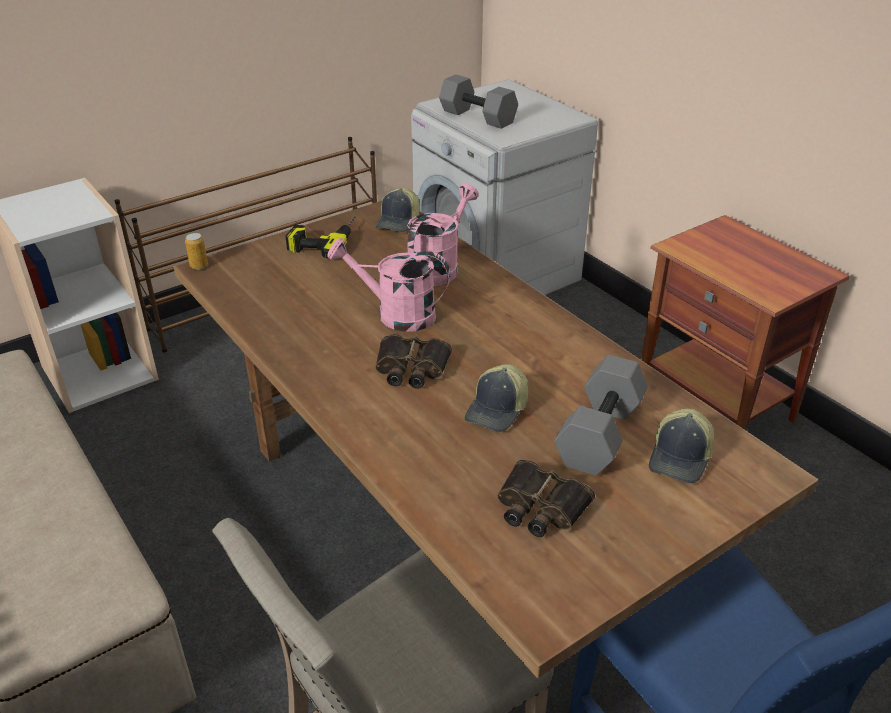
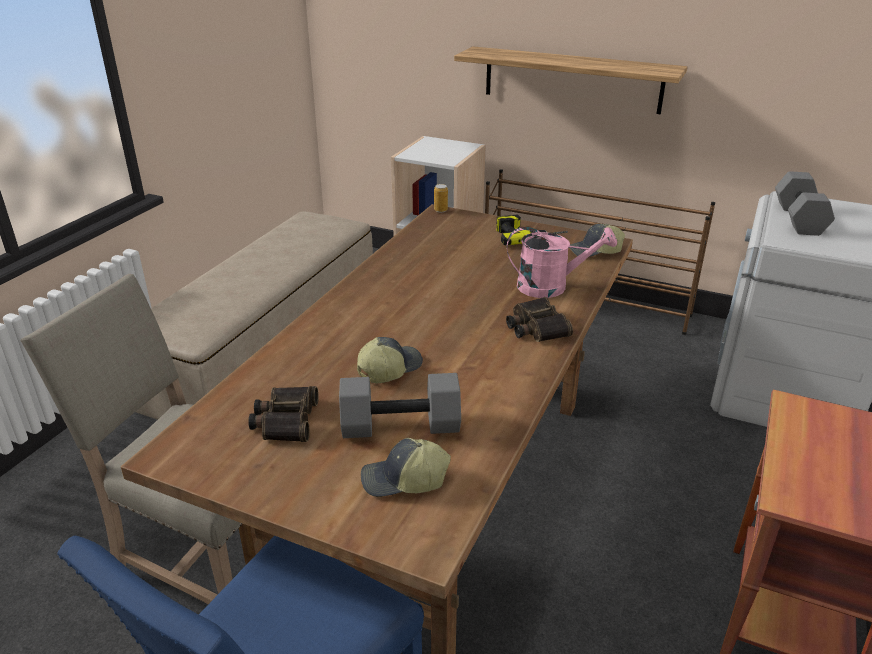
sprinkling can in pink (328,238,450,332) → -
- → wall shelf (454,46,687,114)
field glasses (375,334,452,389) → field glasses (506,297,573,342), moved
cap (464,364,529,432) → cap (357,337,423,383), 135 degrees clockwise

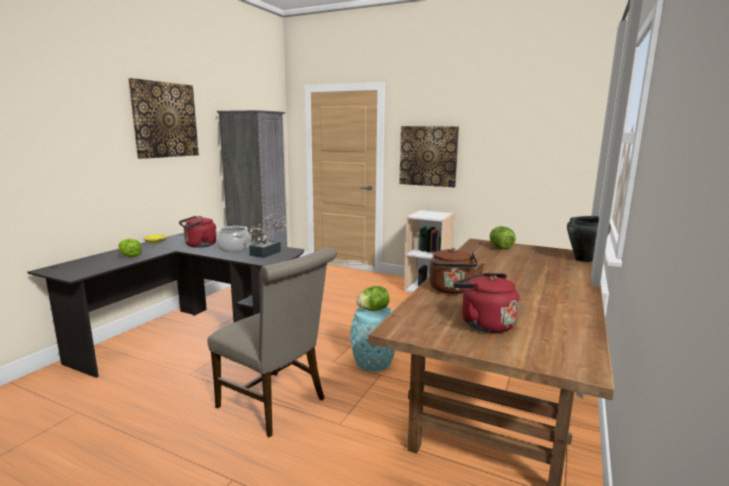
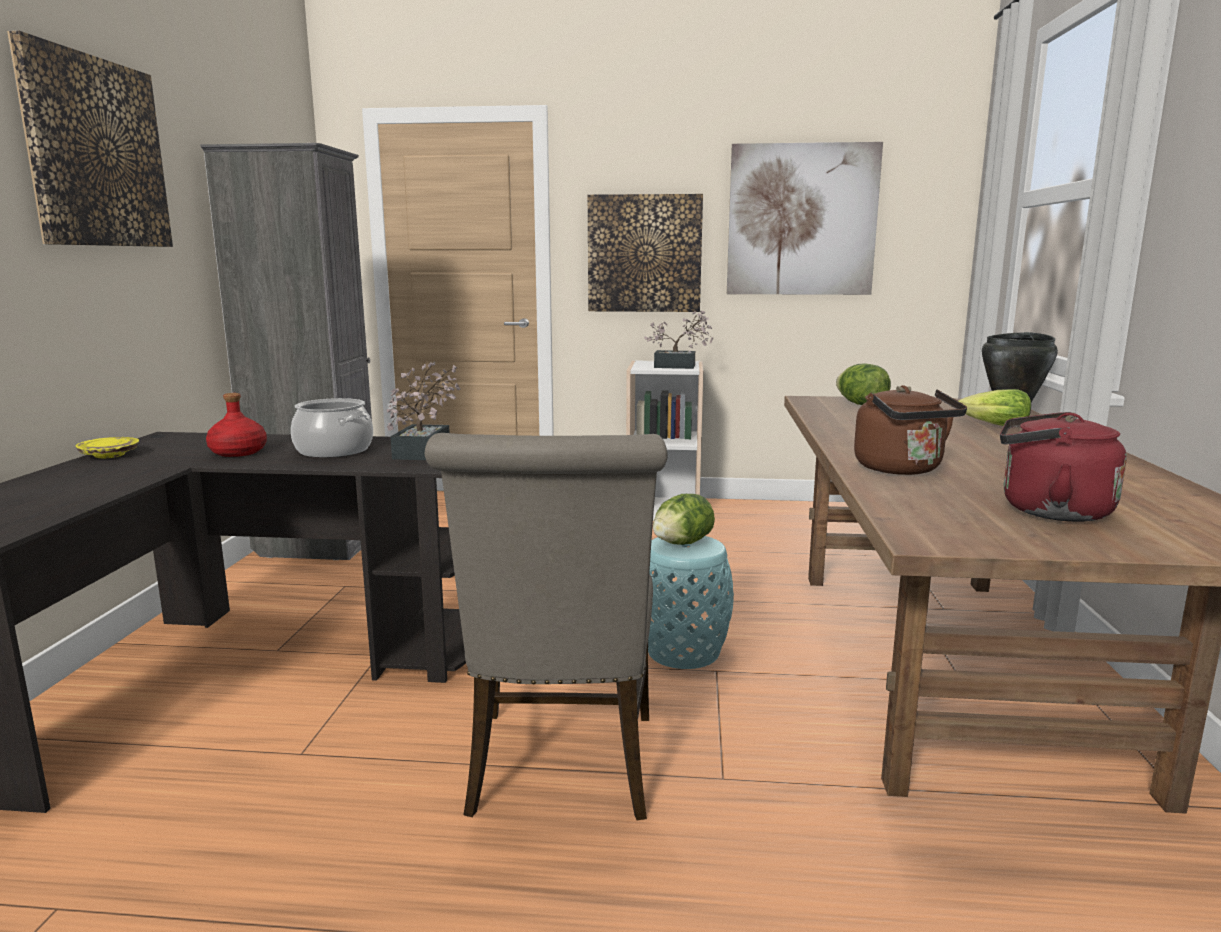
- → potted plant (644,310,713,369)
- → wall picture (727,142,883,295)
lettuce (118,238,142,257) → lettuce (959,389,1031,426), moved
tea kettle in reddish (179,216,217,248) → drink bottle in reddish (206,393,267,457)
upright chair in sand-coloured (208,247,337,438) → upright chair in sand-coloured (425,433,668,820), 75 degrees clockwise

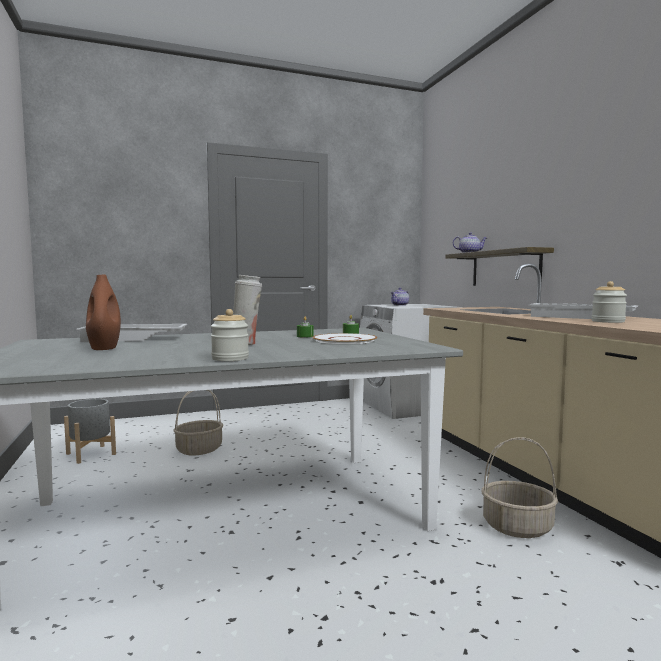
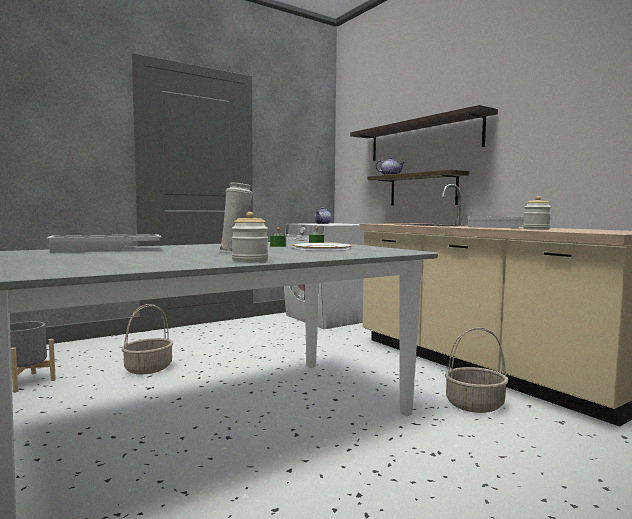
flower vase in brown-coloured (86,274,121,350) → -
- → wall shelf (350,105,498,161)

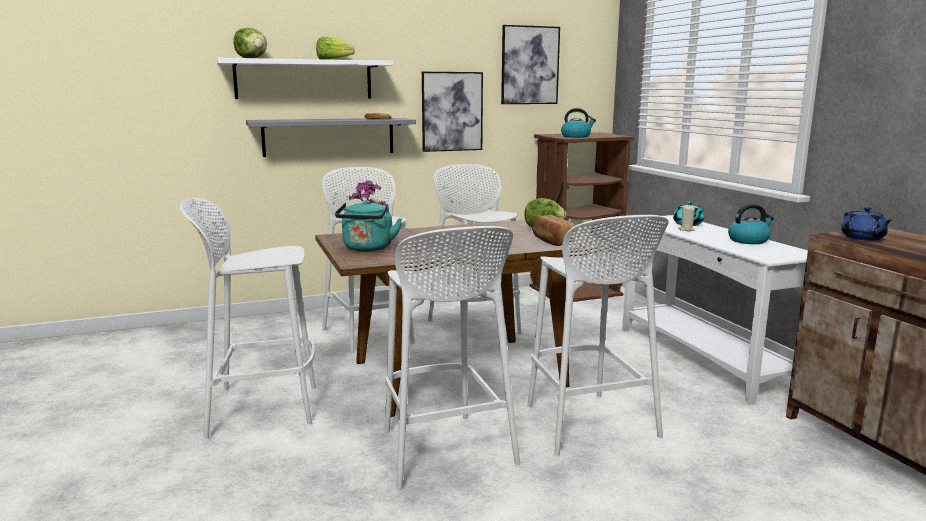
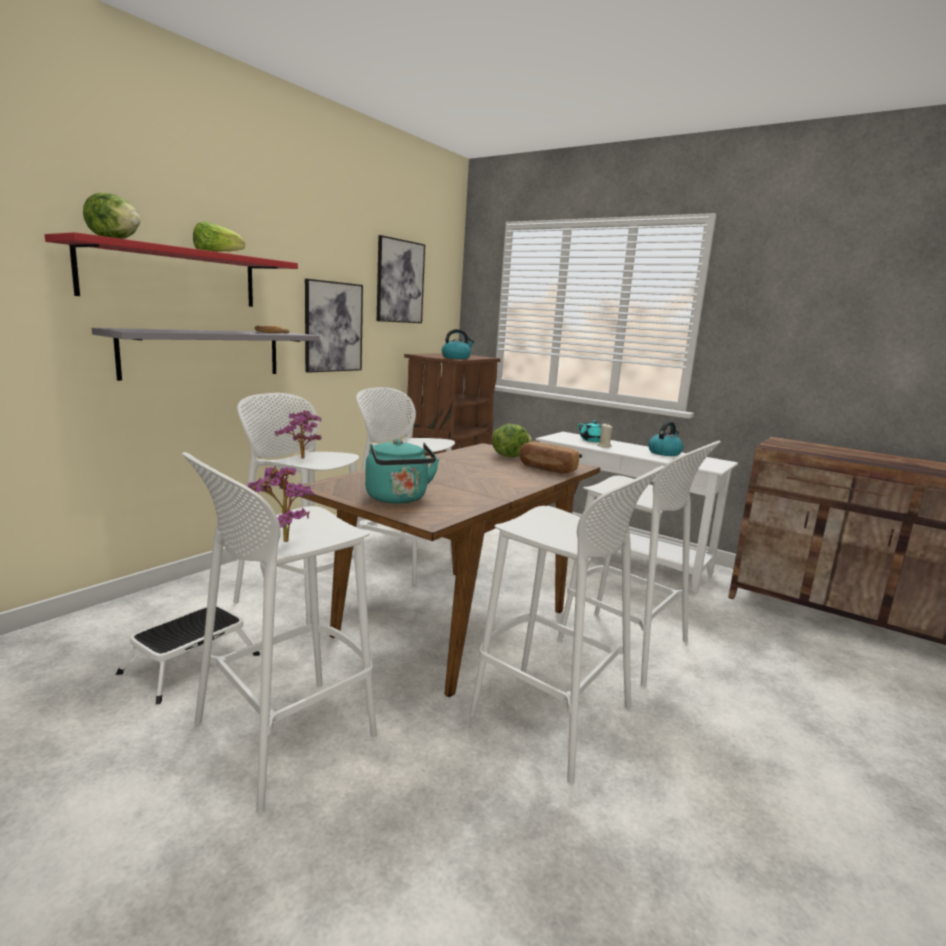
pot for tea in blue (841,207,893,241) → -
- → step stool in black-coloured (116,605,260,704)
- → potted plant (248,466,314,542)
wall shelf in whitish (217,58,393,99) → wall shelf in reddish (45,232,298,307)

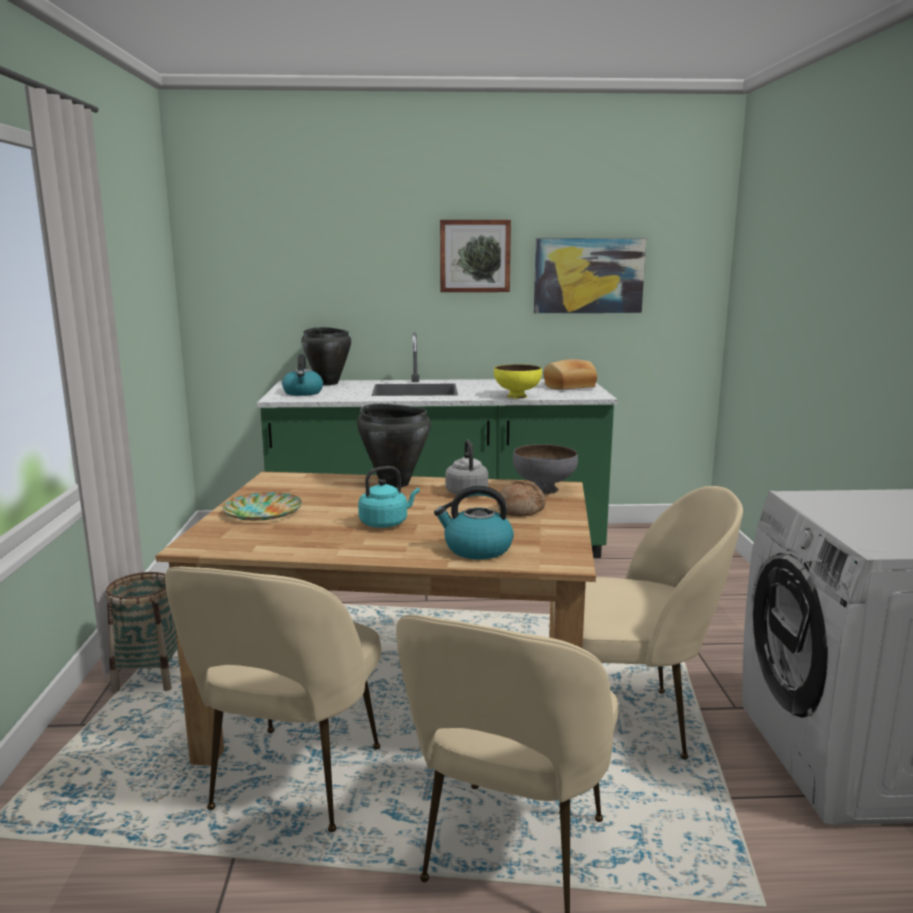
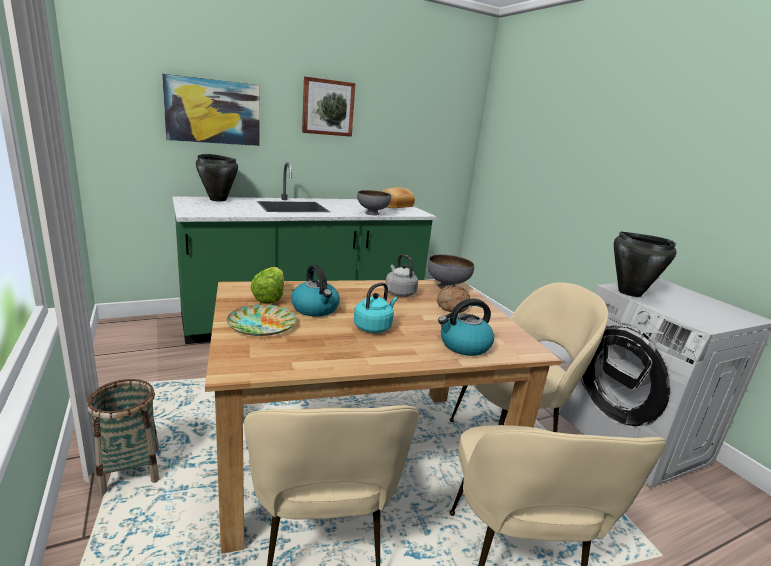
- → lettuce (251,267,284,304)
tea kettle (282,354,323,396) → tea kettle (291,265,340,317), moved
stockpot in black-coloured (357,404,431,488) → stockpot in black-coloured (614,232,677,297), moved
wall picture (534,238,646,313) → wall picture (162,74,260,146), moved
serving bowl in yellow-coloured (494,364,542,399) → serving bowl in greyish (357,190,391,215)

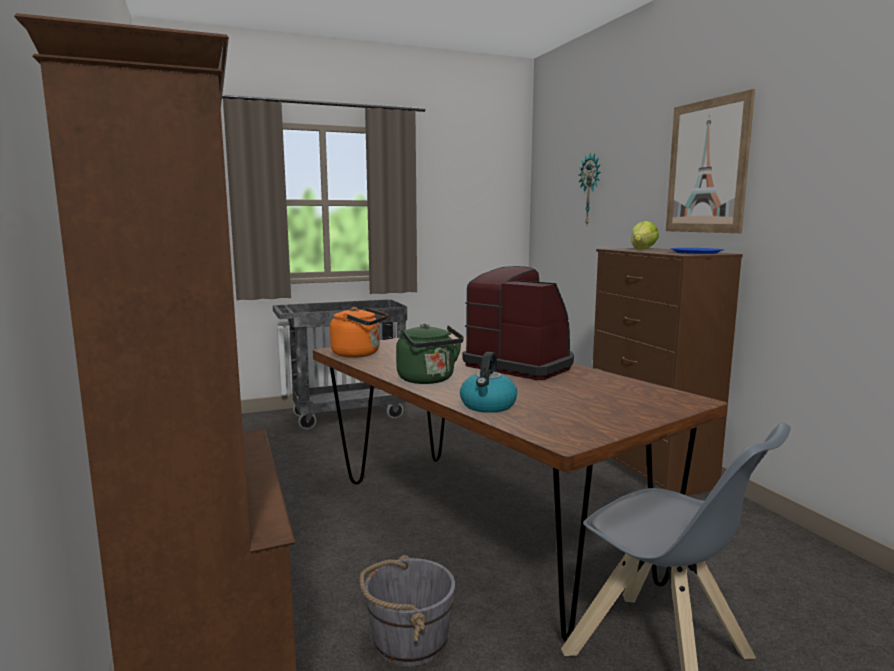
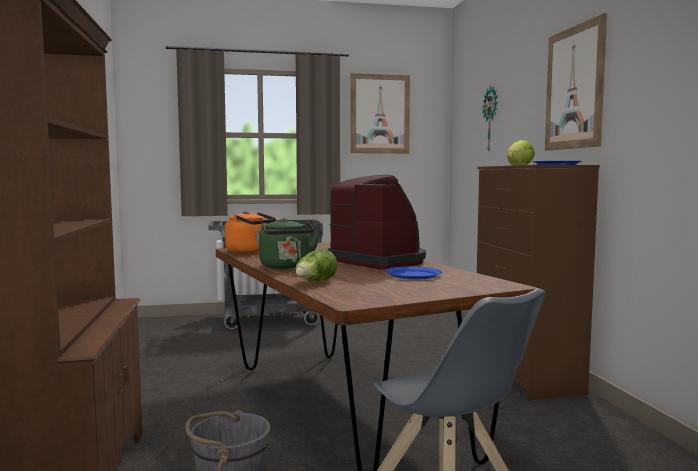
- → wall picture (351,73,410,154)
- → plate in blue (385,266,442,279)
tea kettle (460,352,517,413) → lettuce (295,249,337,281)

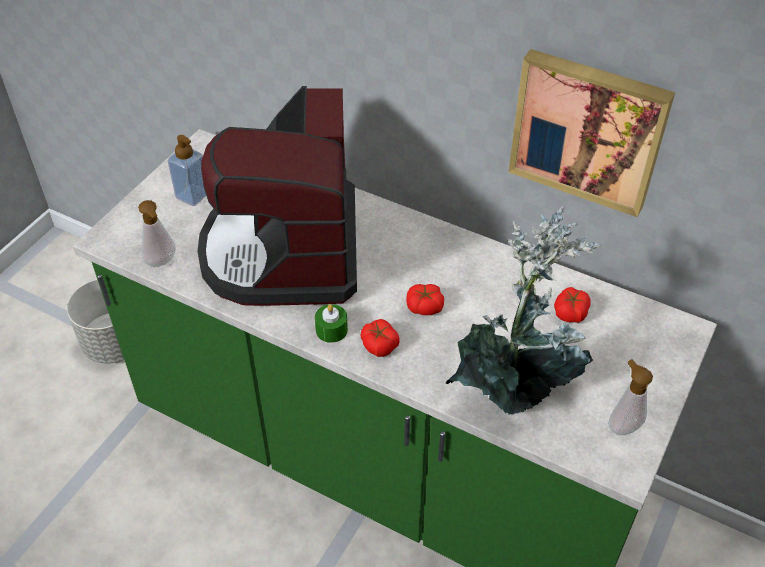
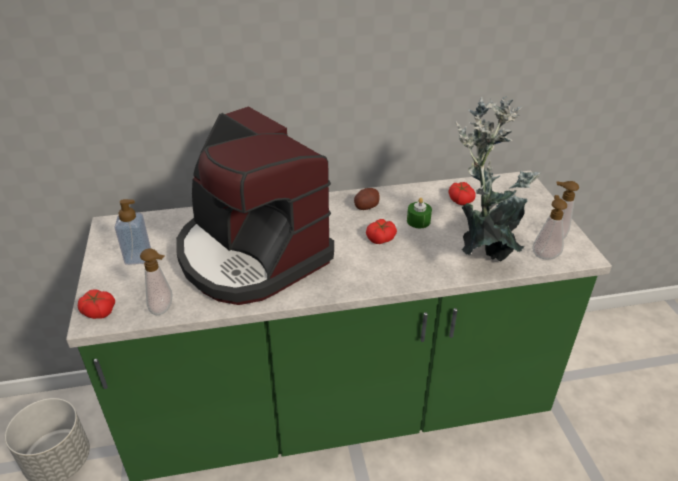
wall picture (508,49,675,217) → -
- → whole potato (354,188,380,210)
- → liquid soap bottle (532,195,567,260)
candle in green-coloured (315,304,348,343) → candle in green-coloured (407,198,432,228), moved
whole tomato (361,319,400,357) → whole tomato (78,289,115,319), moved

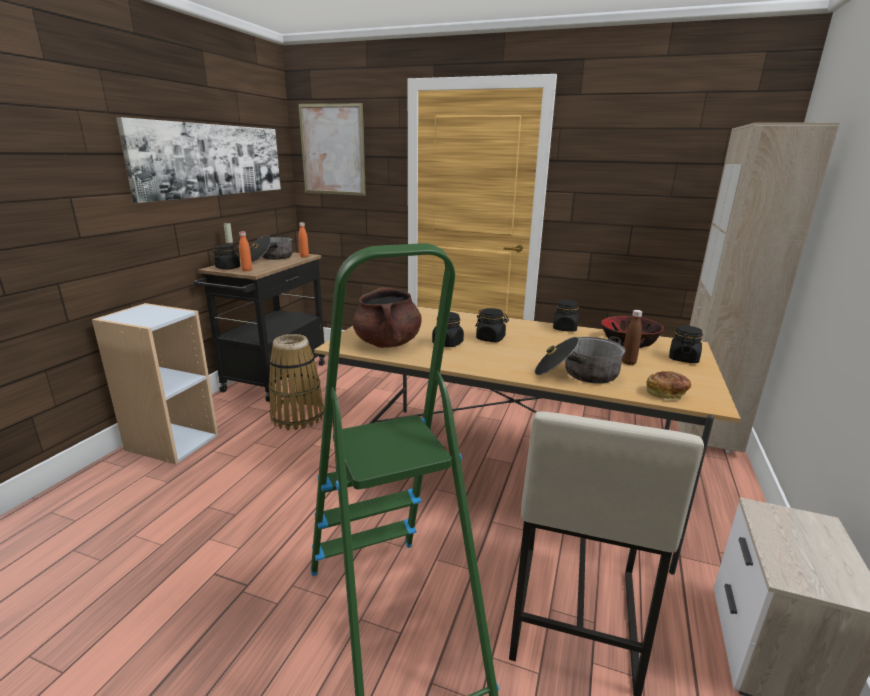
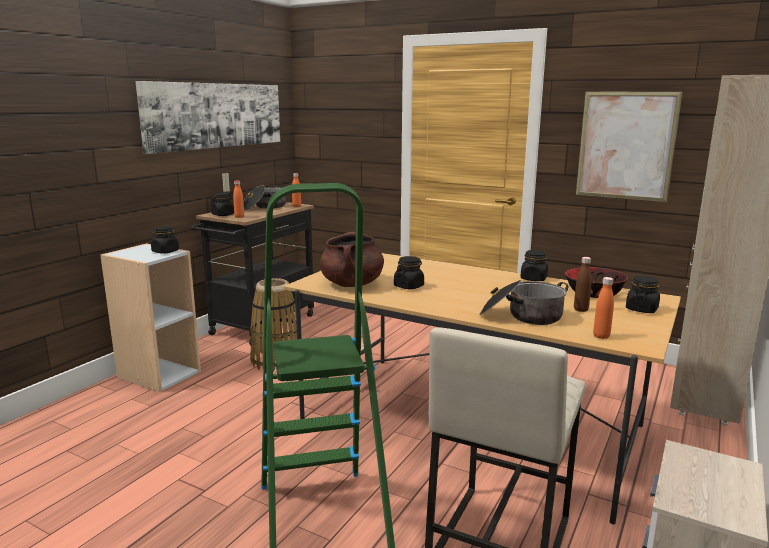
wall picture (298,103,366,196) → wall picture (576,91,683,202), moved
jar in black-coloured (475,308,509,342) → jar in black-coloured (151,226,179,253), moved
bread (646,371,691,400) → drink bottle in orangey (593,277,614,339)

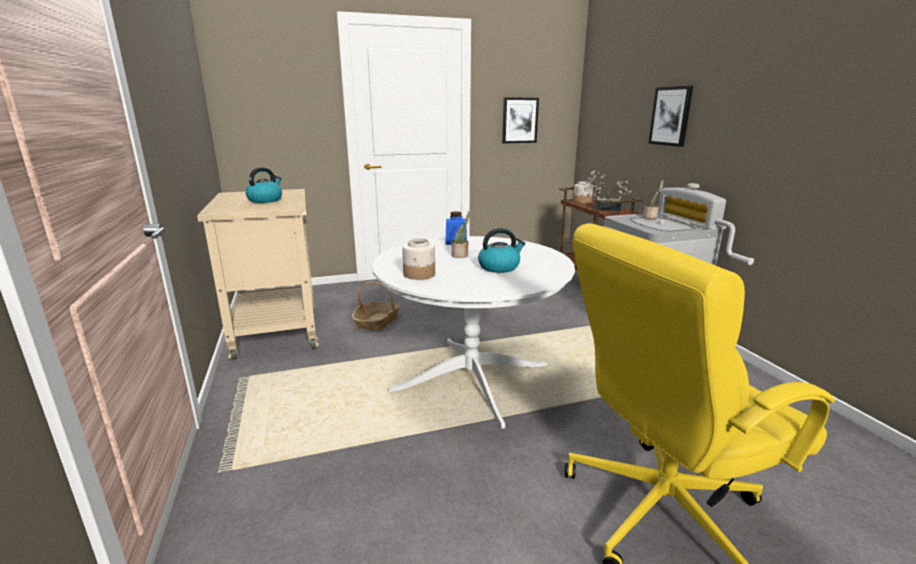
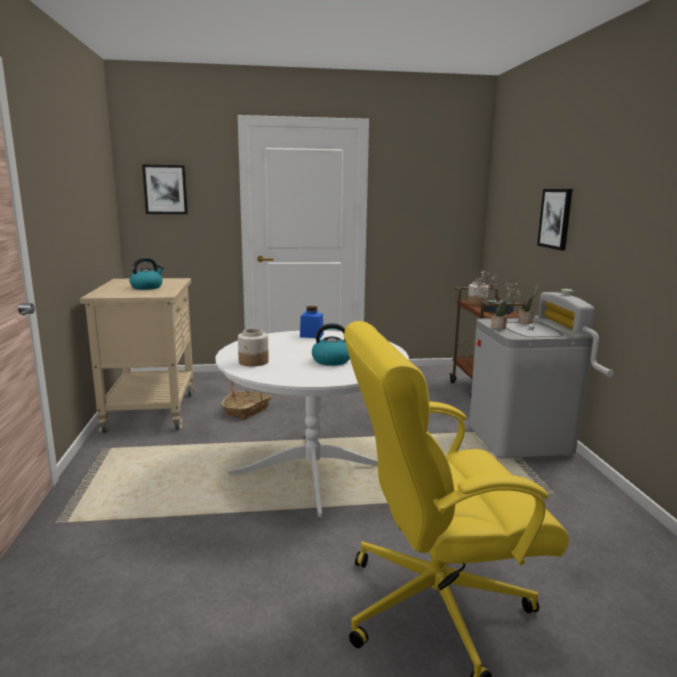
potted plant (452,210,471,258) → potted plant (491,288,512,330), moved
wall picture (502,98,539,144) → wall picture (142,164,188,214), moved

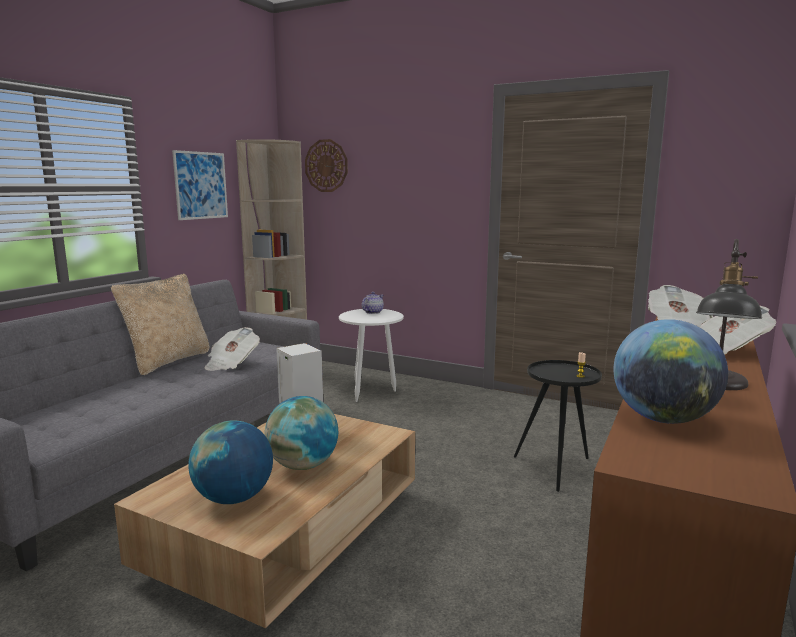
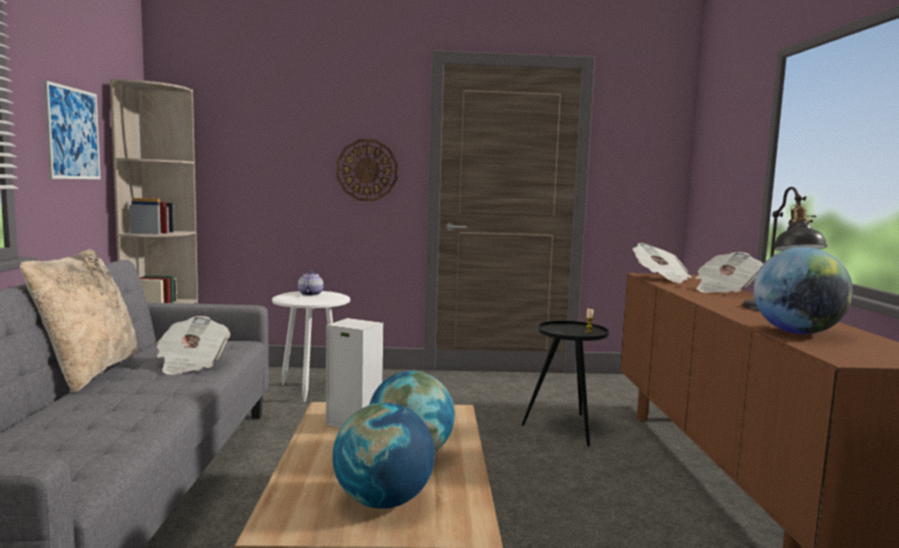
wall clock (305,139,348,192) → wall clock (337,139,398,201), moved

